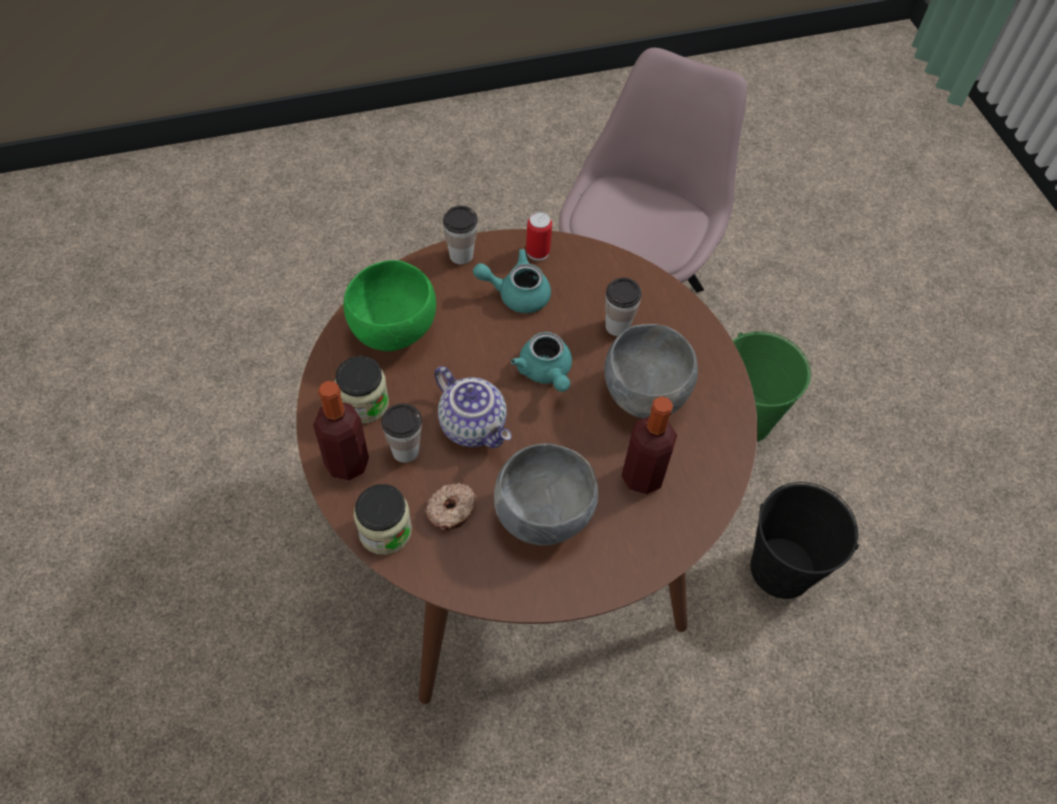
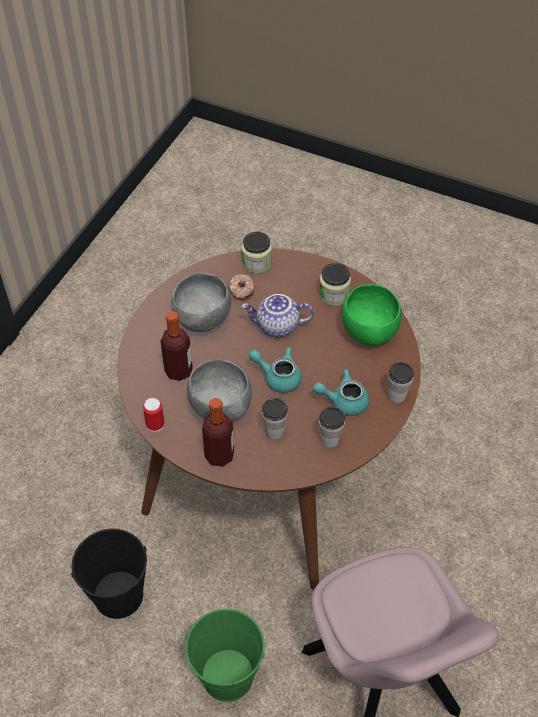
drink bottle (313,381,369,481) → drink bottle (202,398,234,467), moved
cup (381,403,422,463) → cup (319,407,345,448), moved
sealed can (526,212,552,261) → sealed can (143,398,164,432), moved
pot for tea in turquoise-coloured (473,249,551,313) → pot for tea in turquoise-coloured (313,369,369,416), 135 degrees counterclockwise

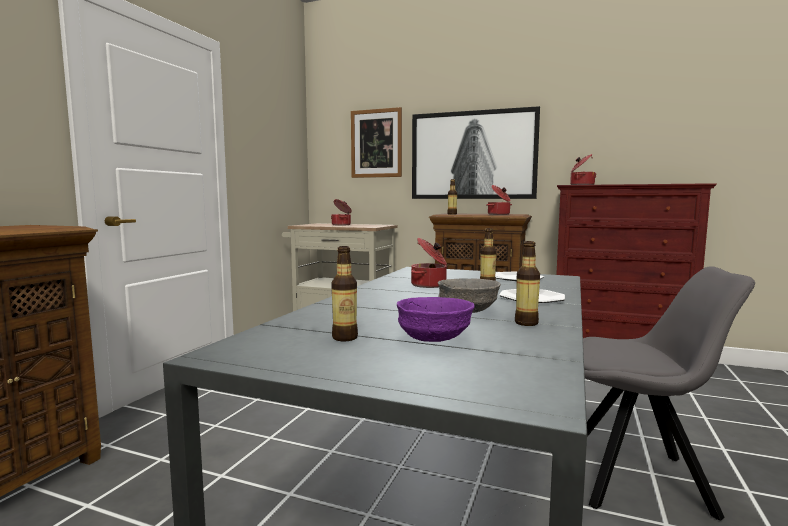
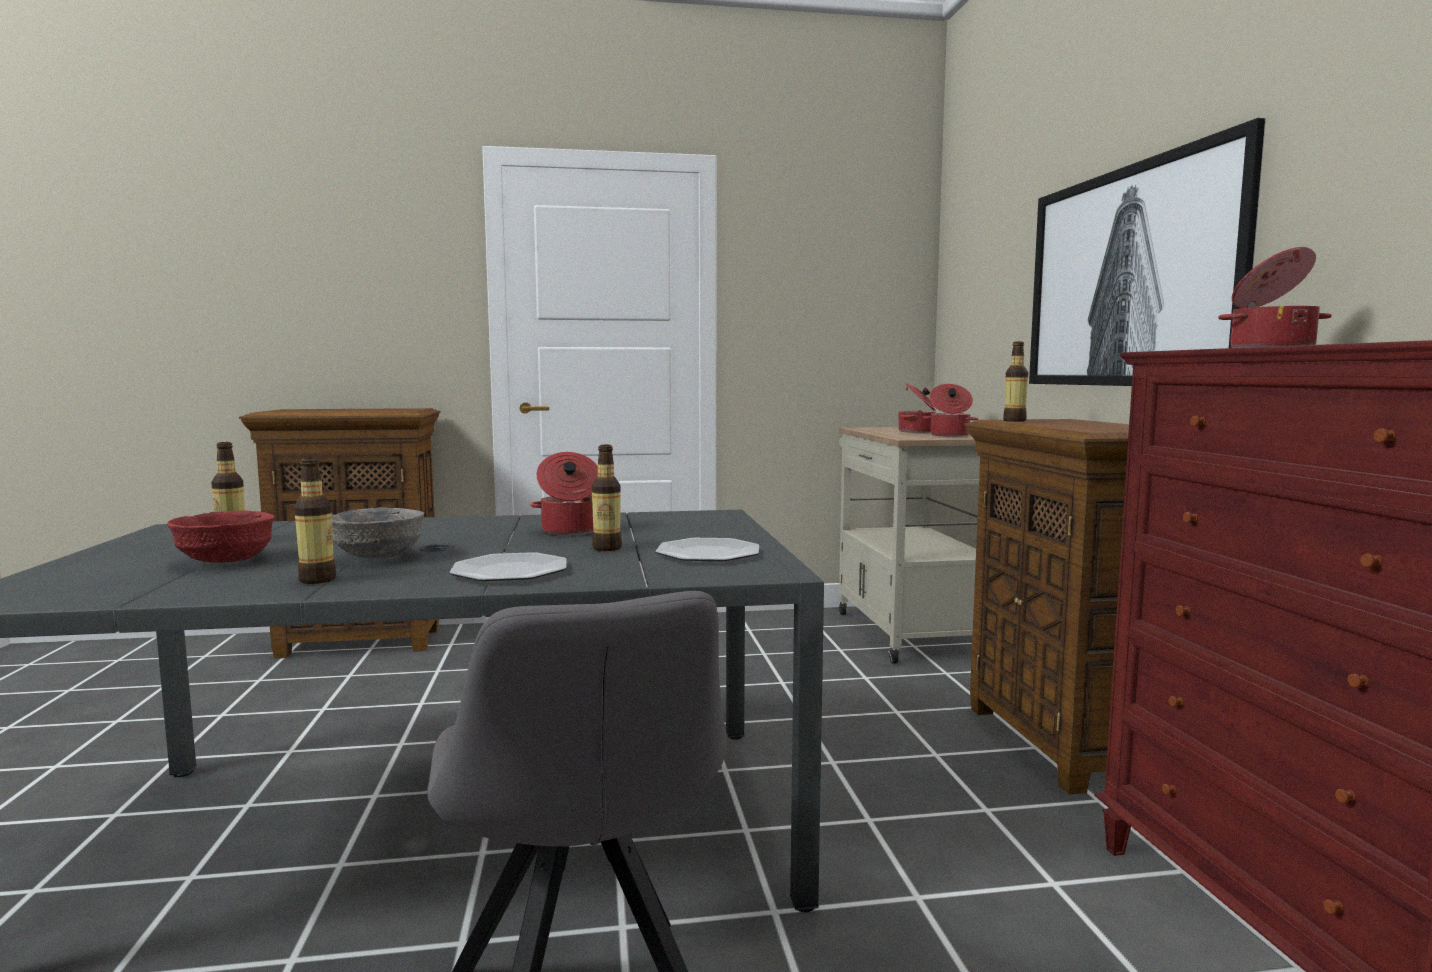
wall picture (351,107,402,178) → -
stockpot (486,185,512,215) → stockpot (923,384,978,437), moved
serving bowl in purple (397,297,475,342) → serving bowl in reddish (167,510,274,563)

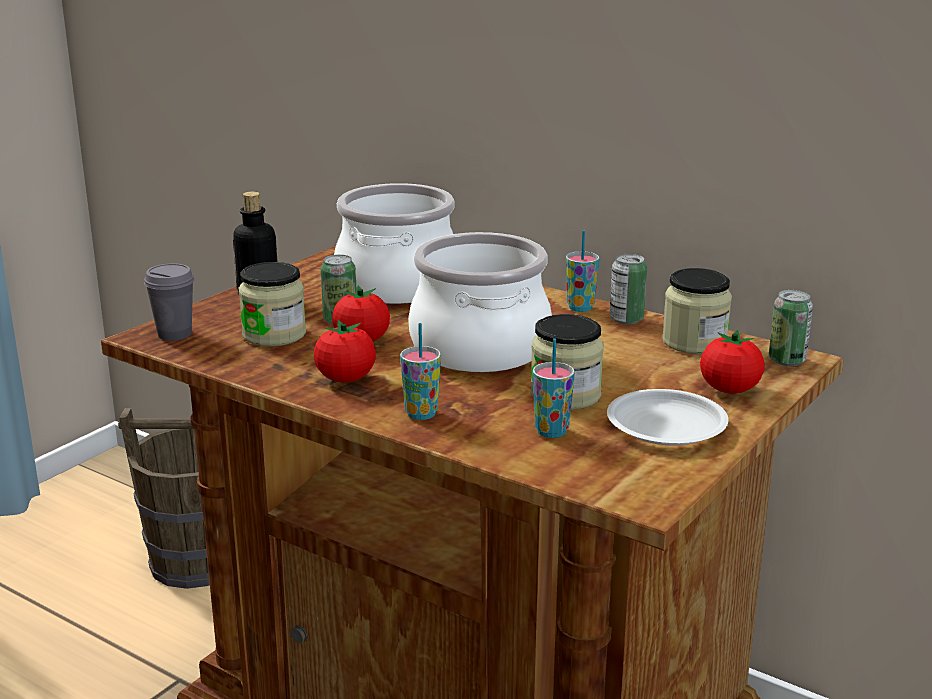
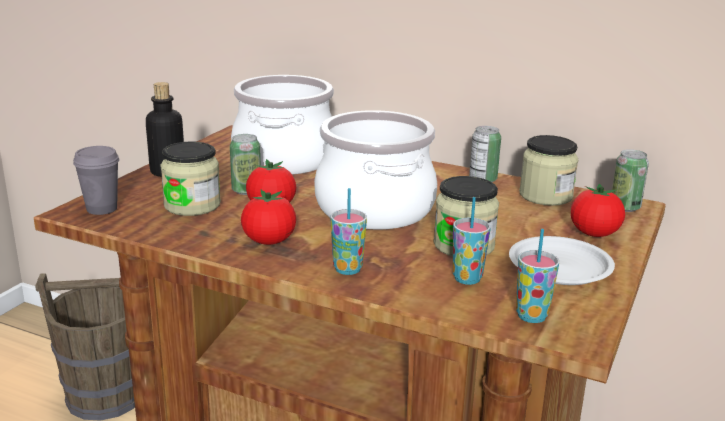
cup (566,231,599,312) → cup (516,229,559,323), moved

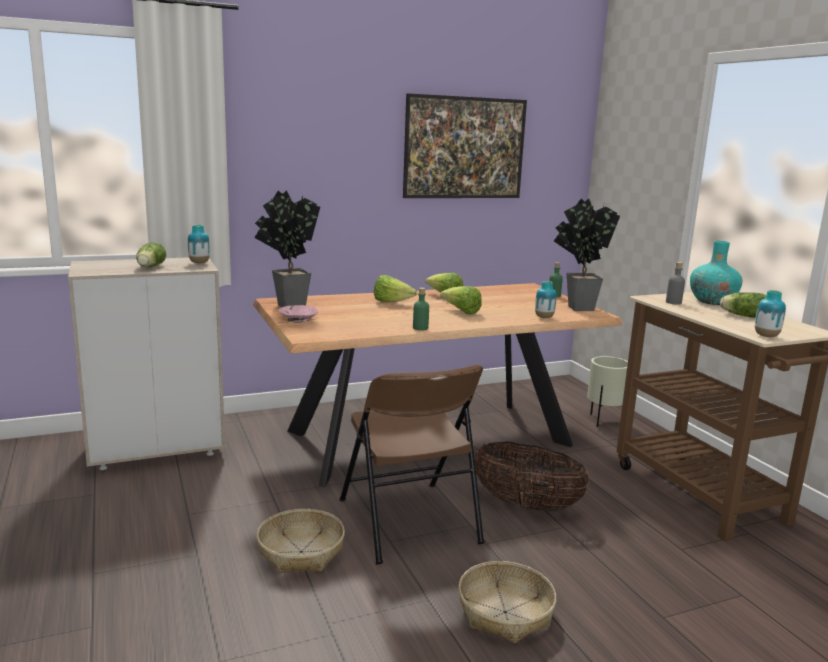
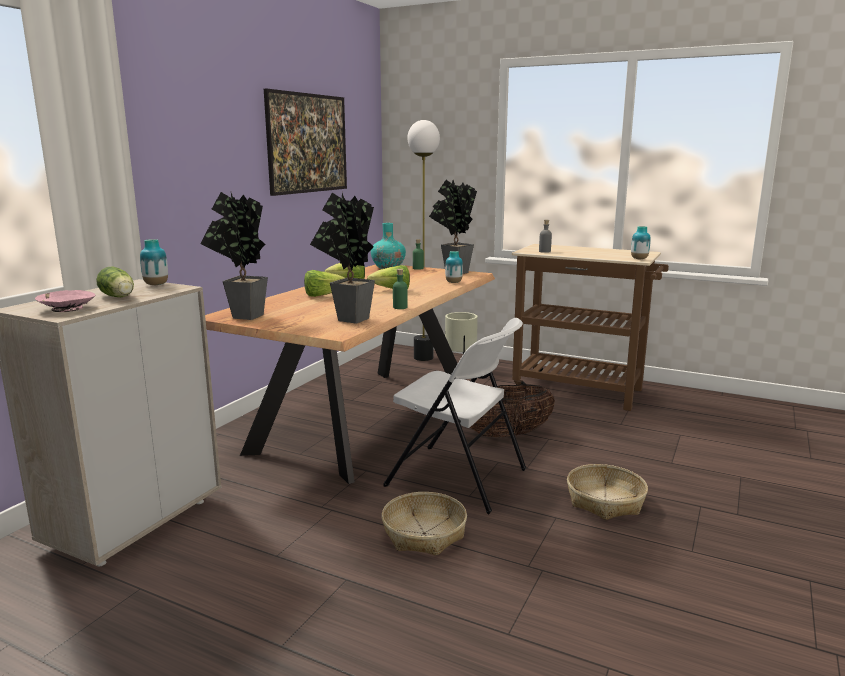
lettuce (720,292,766,318) → -
- → potted plant (310,193,375,323)
- → standard lamp (407,120,440,361)
serving bowl in pink (278,305,318,323) → serving bowl in pink (35,290,95,312), moved
flower vase in turquoise-coloured (690,241,742,305) → flower vase in turquoise-coloured (371,223,406,269), moved
upright chair in brown-coloured (339,365,484,565) → upright chair in whitish (383,318,527,515)

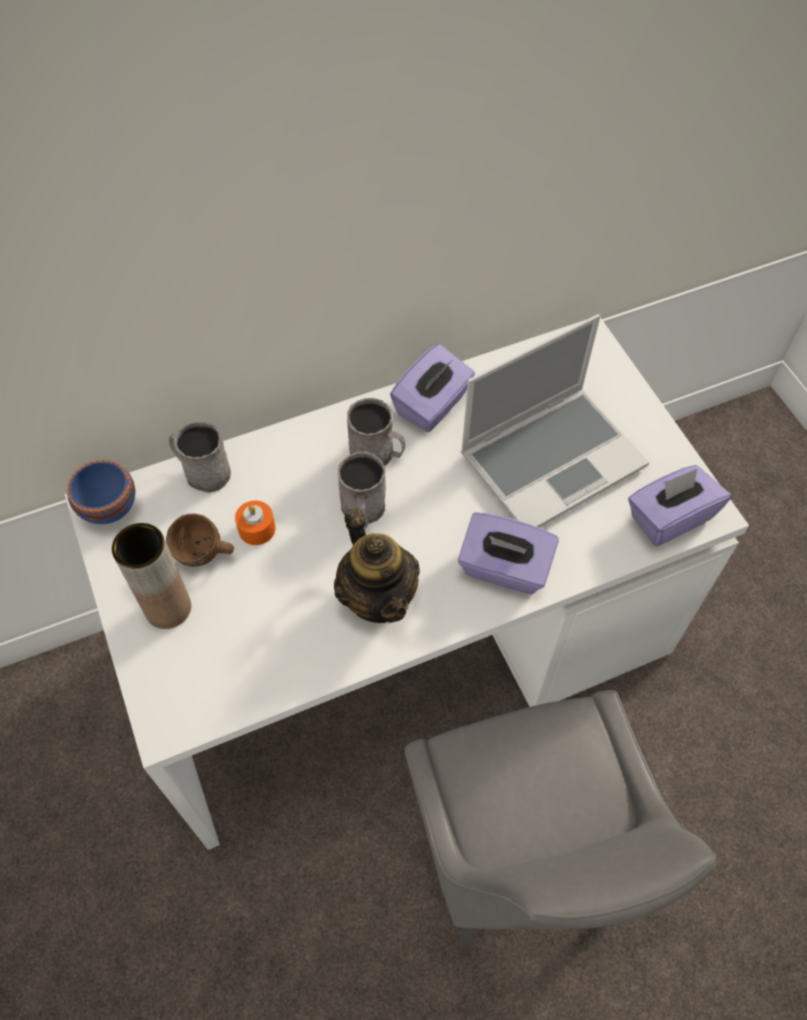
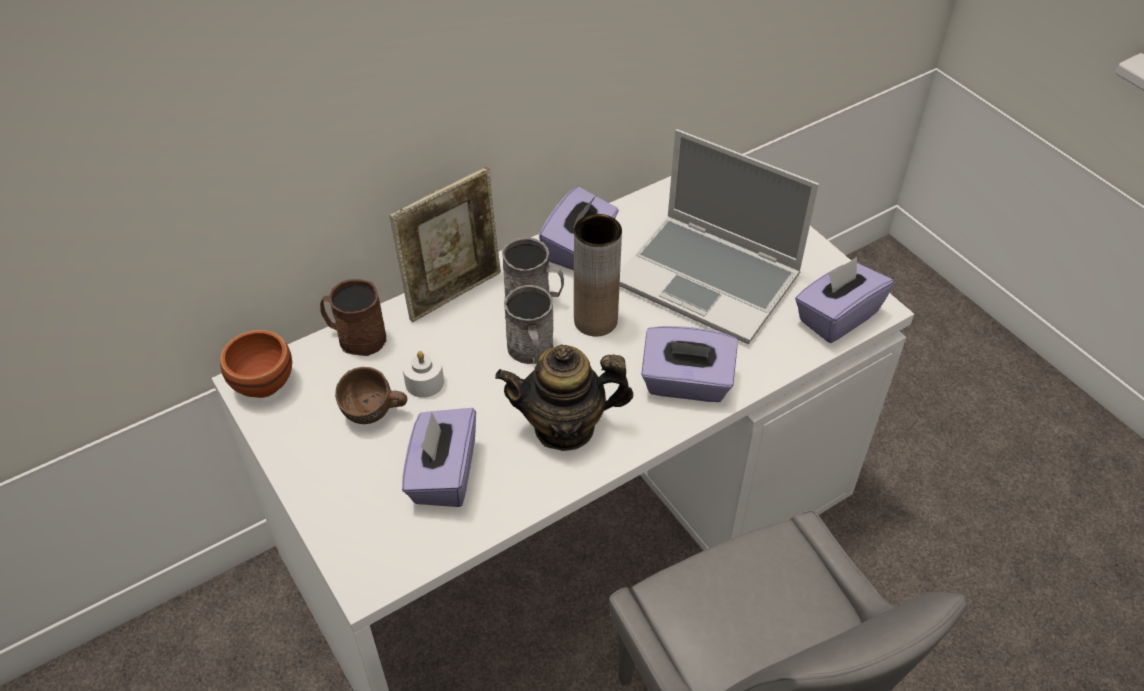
- → standing frame (389,167,501,323)
- → tissue box in purple (402,408,476,507)
flower vase in brown-coloured (112,523,191,629) → flower vase in brown-coloured (574,214,622,336), moved
serving bowl in blue (67,460,135,524) → serving bowl in brown-coloured (220,330,292,398)
coffee mug in greyish (169,421,231,493) → coffee mug in brown-coloured (320,279,386,356)
candle in orangey (235,501,276,545) → candle in whitish (402,351,444,398)
pot for tea (334,508,420,623) → pot for tea (495,345,633,451), 120 degrees clockwise
notebook computer (460,314,649,527) → notebook computer (620,129,819,344), 75 degrees clockwise

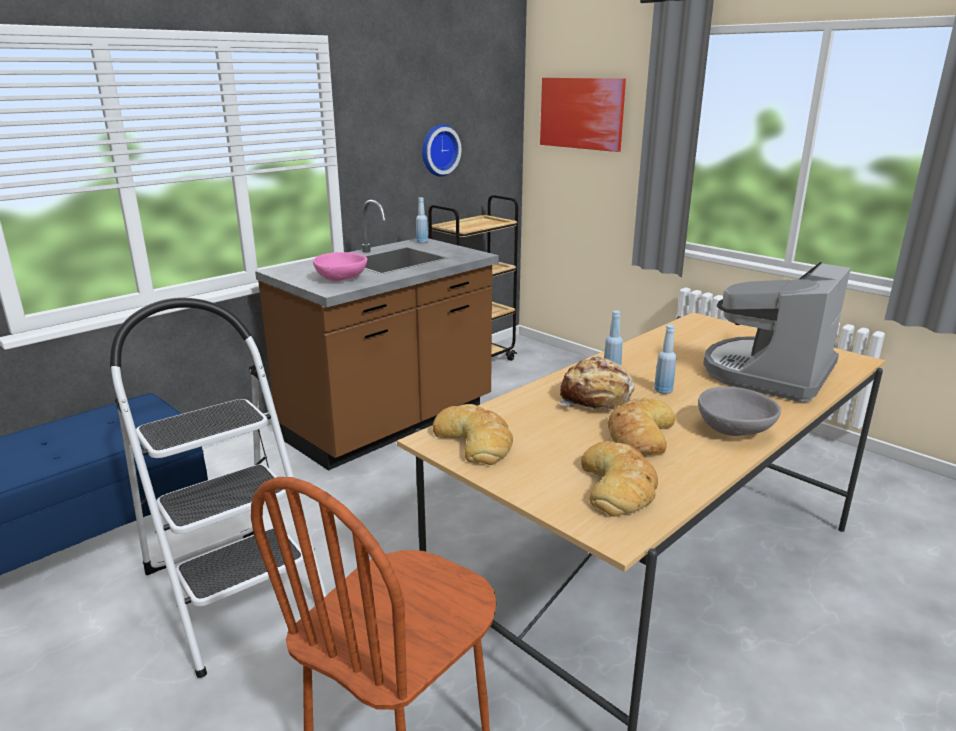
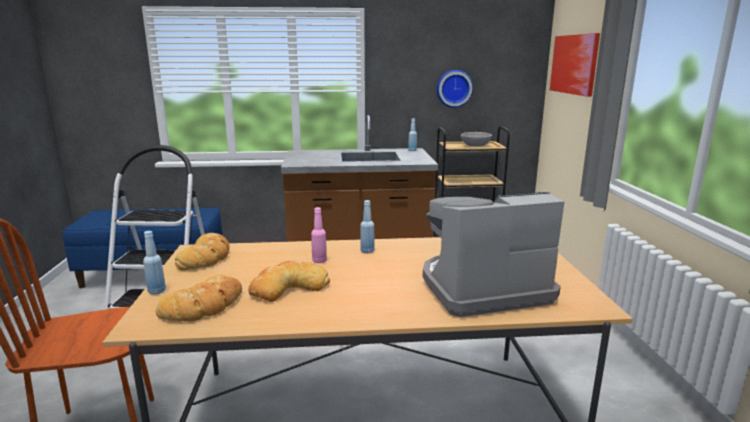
serving bowl in pink (313,252,367,281) → -
drink bottle in blue (654,325,676,394) → drink bottle in blue (143,231,166,295), moved
serving bowl in greyish (698,387,781,436) → serving bowl in greyish (461,132,492,147), moved
bread (558,357,635,411) → drink bottle in pink (311,207,327,263)

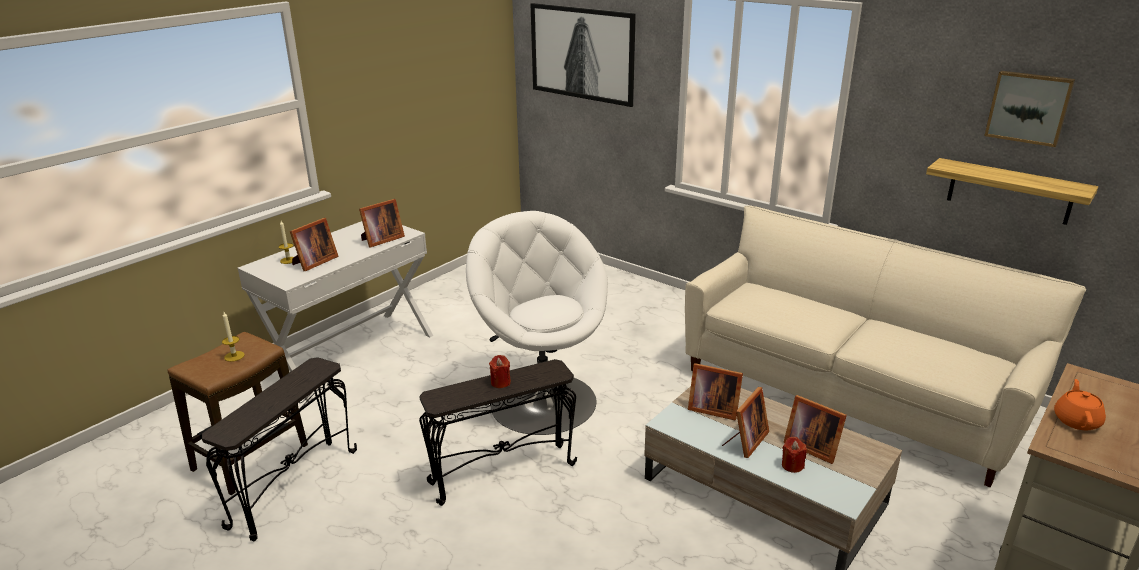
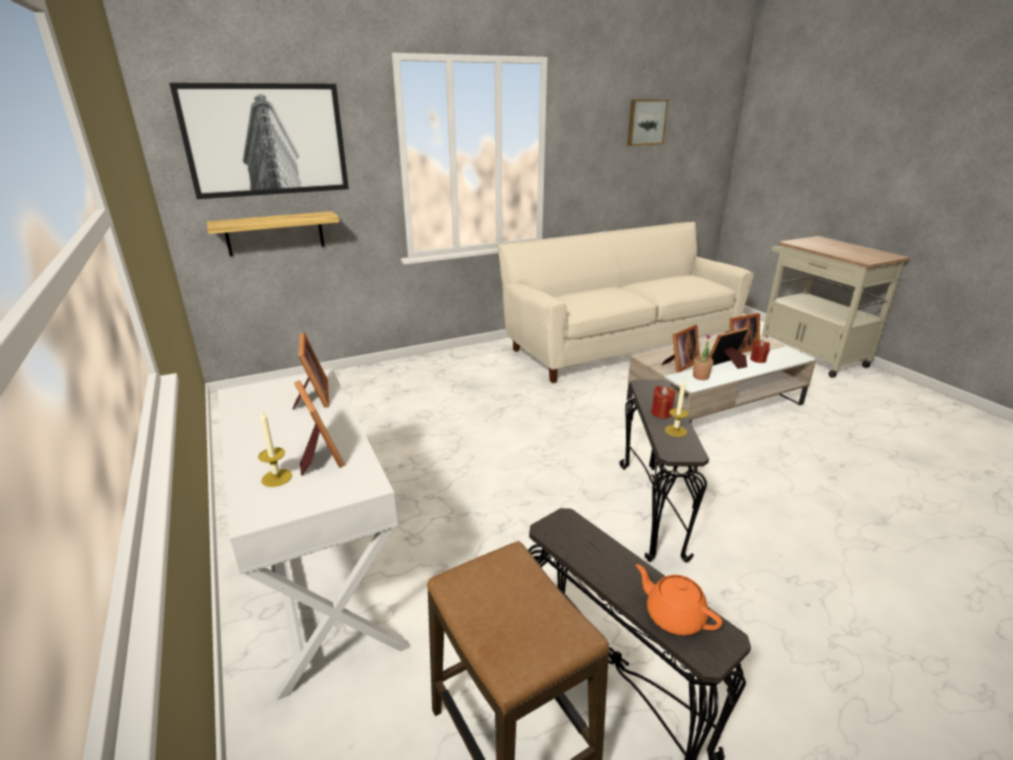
lounge chair in whitish (466,211,608,435) → -
- → potted plant (693,333,714,380)
candle (222,312,245,362) → candle (665,380,688,437), moved
wall shelf (926,158,1099,225) → wall shelf (207,211,339,256), moved
pot for tea in orangey (1054,379,1106,431) → pot for tea in orangey (636,564,722,636), moved
standing frame (722,387,769,458) → standing frame (709,327,748,369), 90 degrees counterclockwise

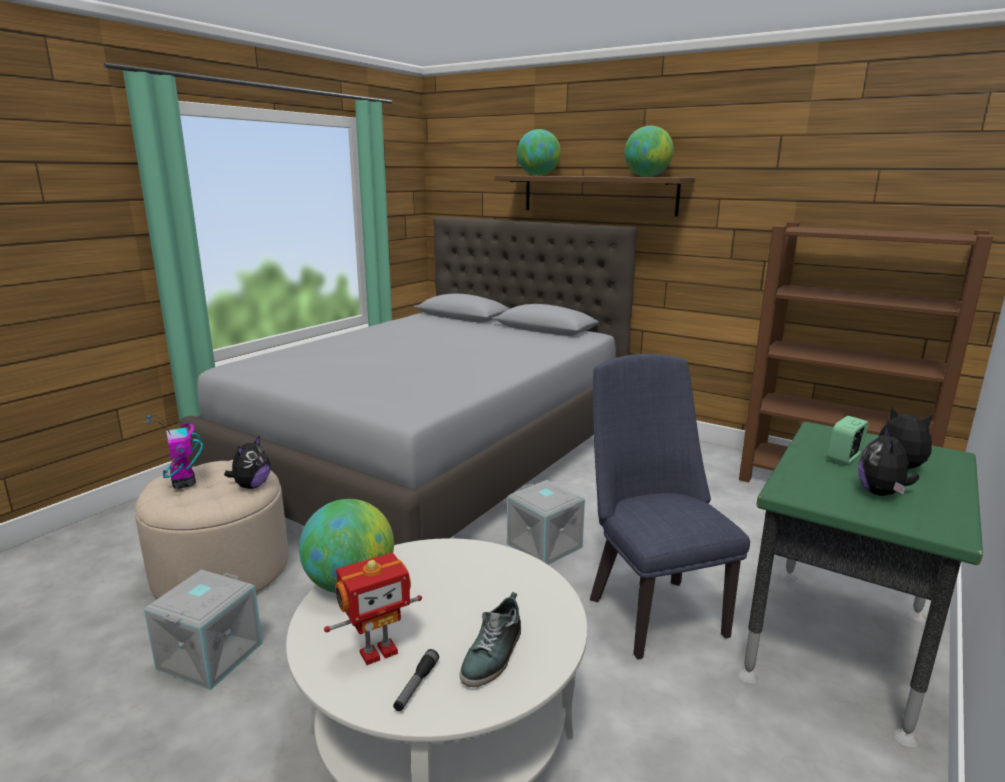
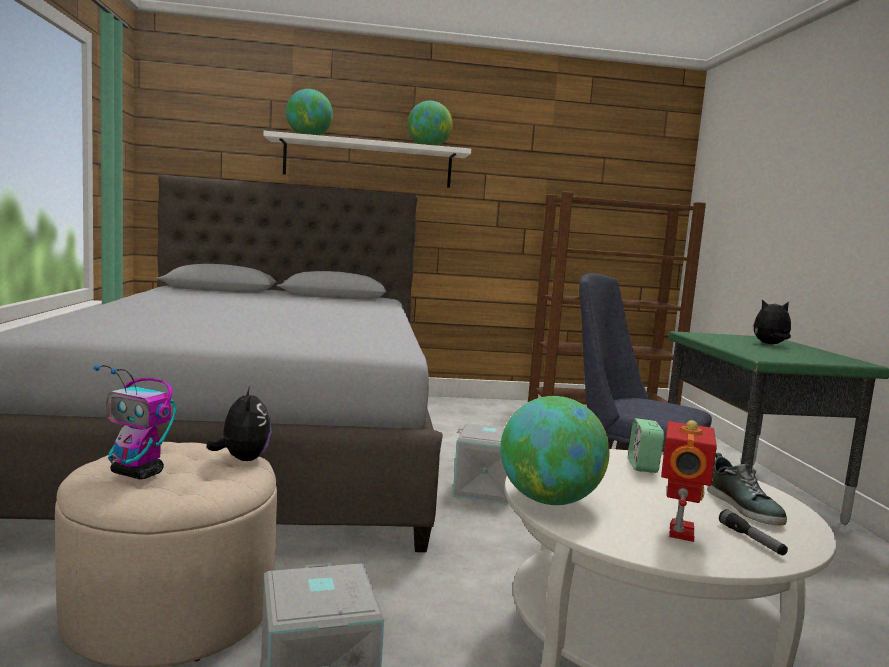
cuddly toy (858,426,919,496) → -
table clock (827,416,869,465) → table clock (628,418,664,473), moved
wall shelf in brown-coloured (494,176,695,217) → wall shelf in whitish (263,131,471,188)

